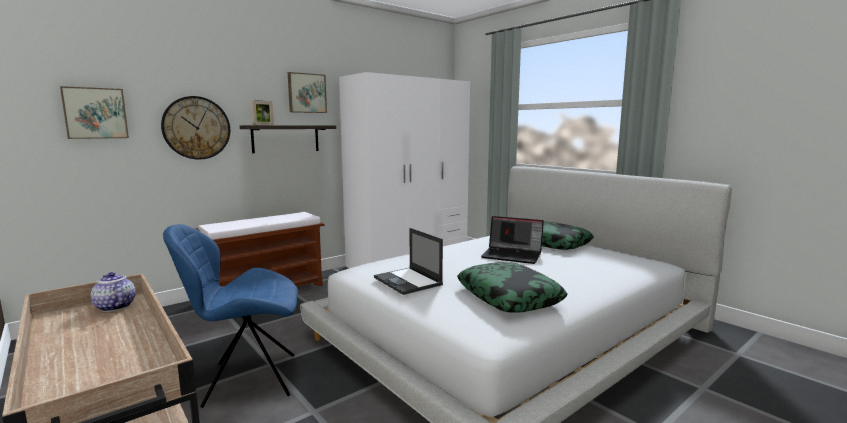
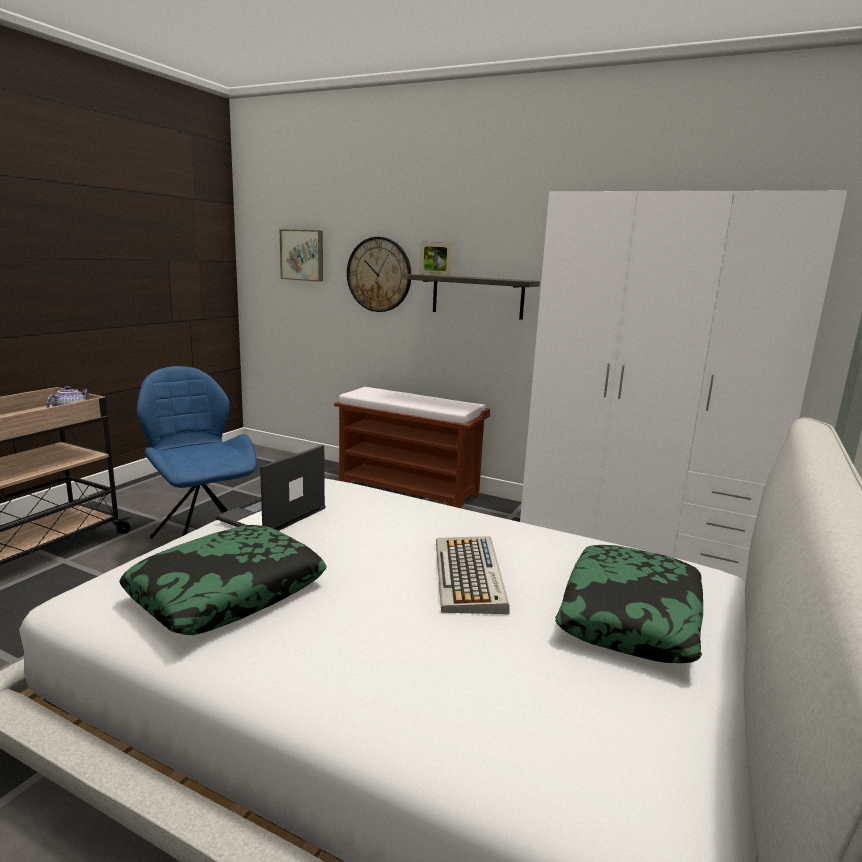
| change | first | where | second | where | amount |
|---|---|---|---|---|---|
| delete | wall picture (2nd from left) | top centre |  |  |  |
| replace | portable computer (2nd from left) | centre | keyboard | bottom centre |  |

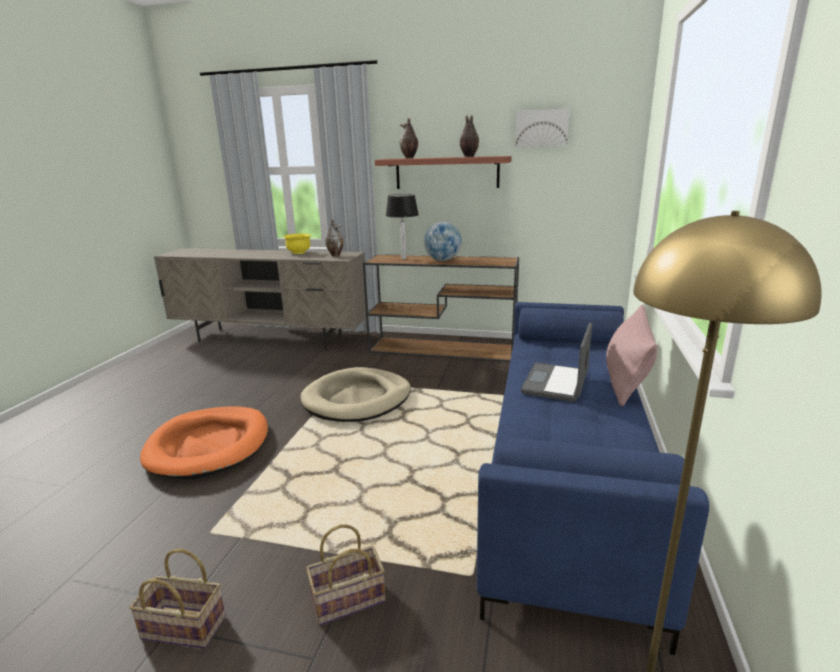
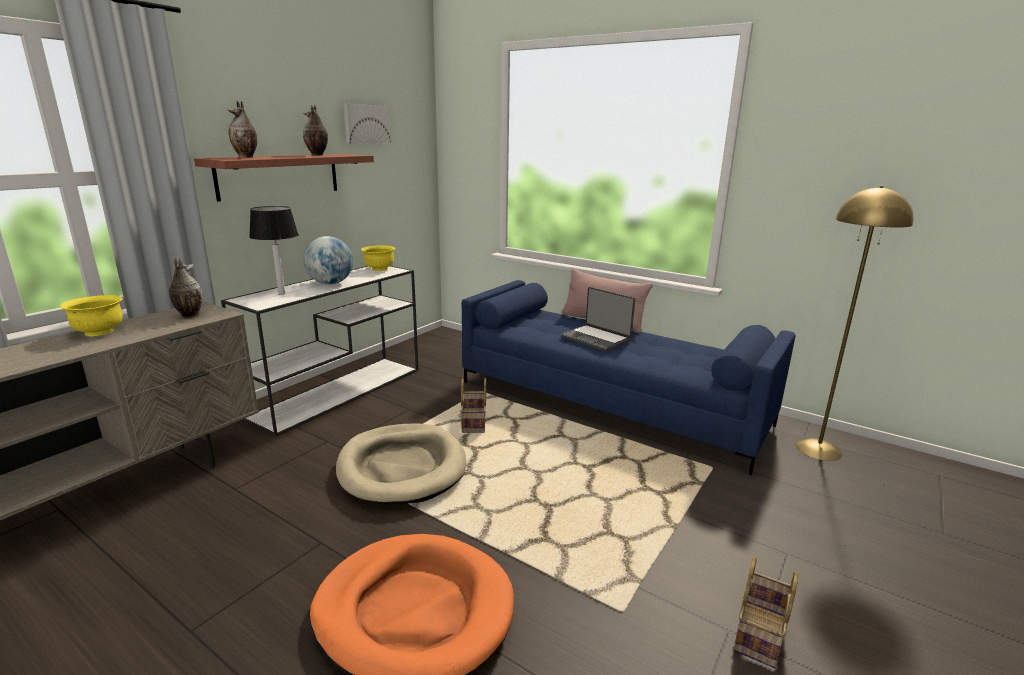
| change | first | where | second | where | amount |
|---|---|---|---|---|---|
| insert |  |  | yellowish bowl (2nd from left) | centre |  |
| move | basket (2nd from left in the first image) | bottom centre | basket (1st from left) | centre |  |
| recolor | brown-coloured narrow table | centre | white narrow table | middle left |  |

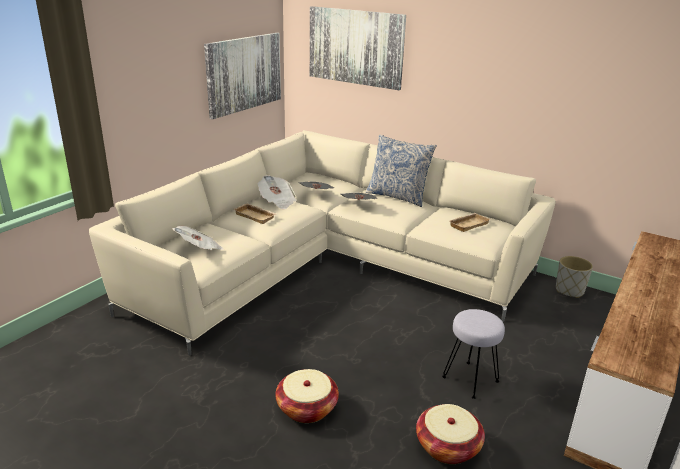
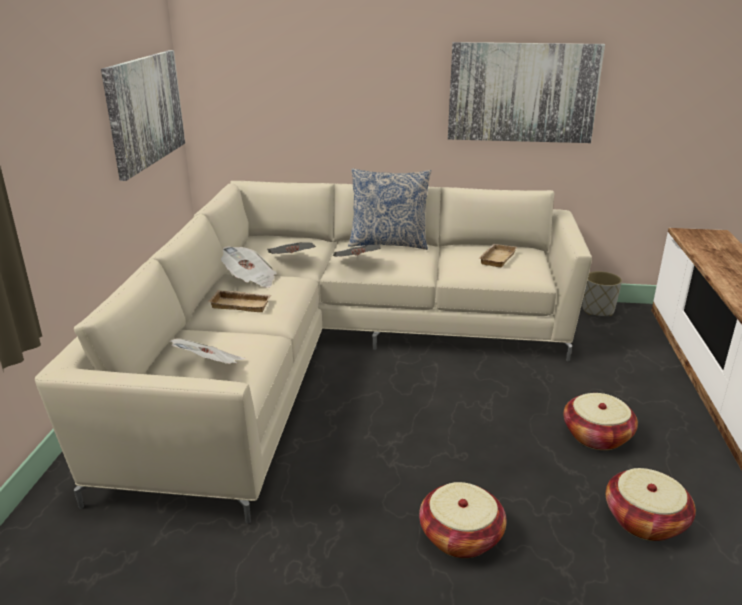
| change | first | where | second | where | amount |
|---|---|---|---|---|---|
| move | wall picture (2nd from left) | top centre |  | top right |  |
| replace | greyish stool seat | bottom right | basket (2nd from left) | bottom right |  |

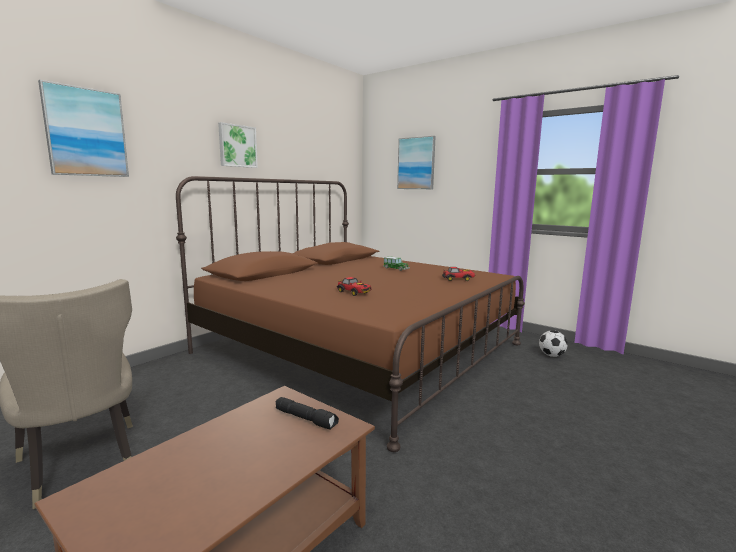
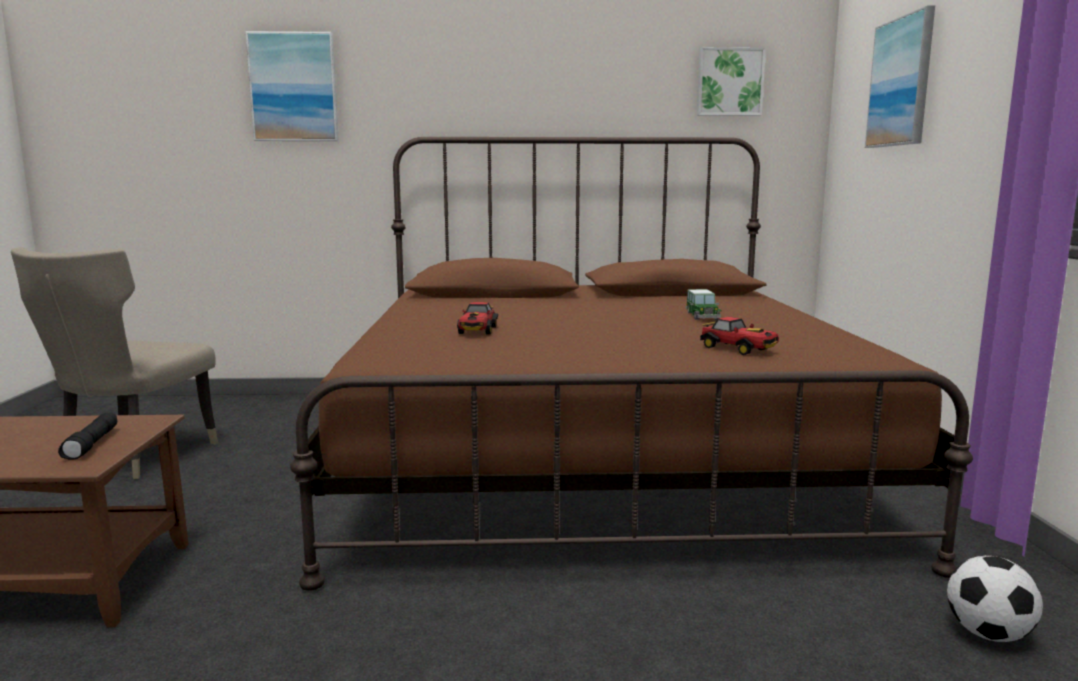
| change | first | where | second | where | amount |
|---|---|---|---|---|---|
| move | wall picture (2nd from left) | top left |  | top right |  |

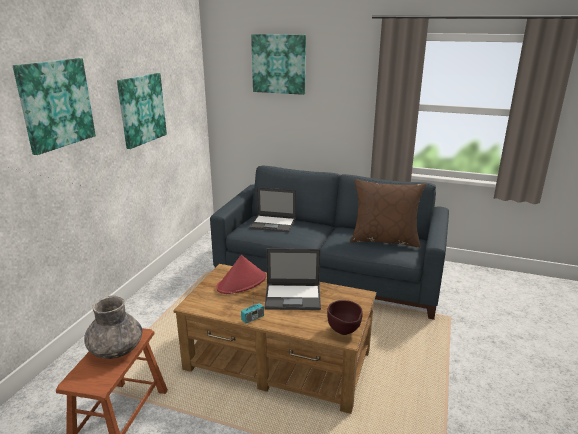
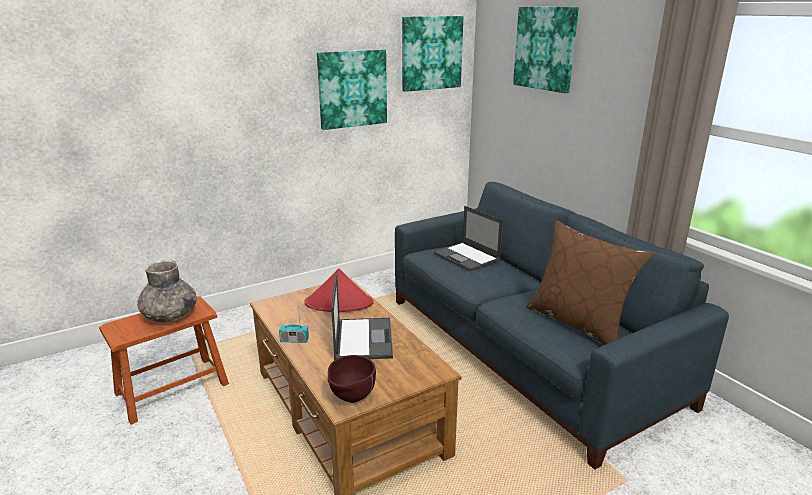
| change | first | where | second | where | amount |
|---|---|---|---|---|---|
| move | wall picture (1st from left in the first image) | top left | wall picture (2nd from left) | top centre |  |
| rotate | portable computer (2nd from left in the first image) | centre | portable computer (1st from left) | centre | 135 degrees counterclockwise |

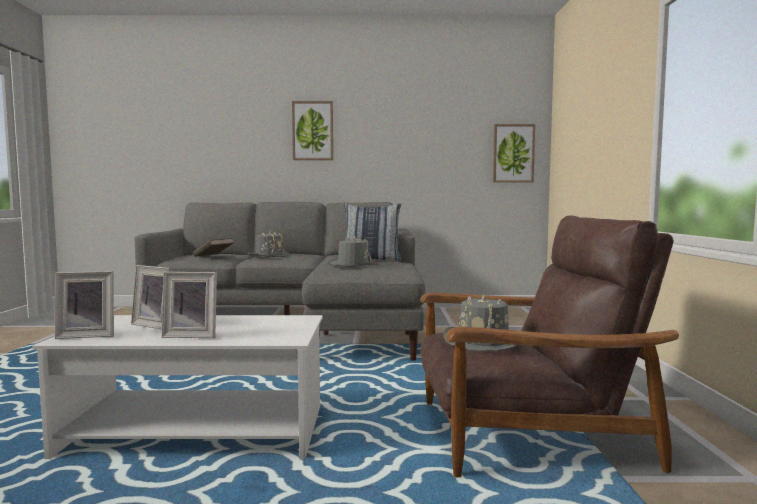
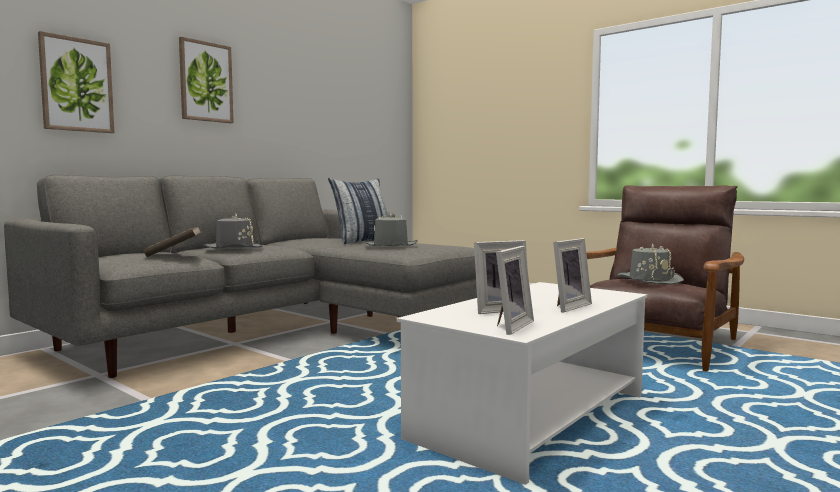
| change | first | where | second | where | amount |
|---|---|---|---|---|---|
| move | wall picture (2nd from left in the first image) | top right | wall picture (1st from left) | top left |  |

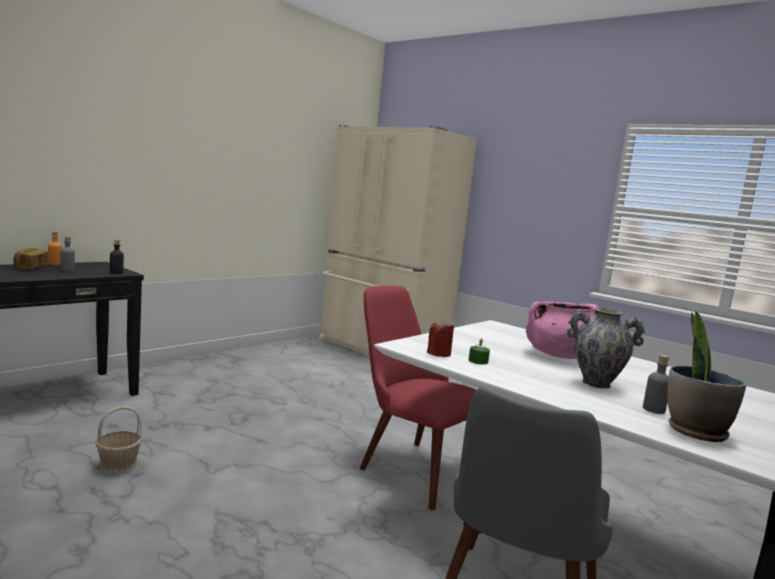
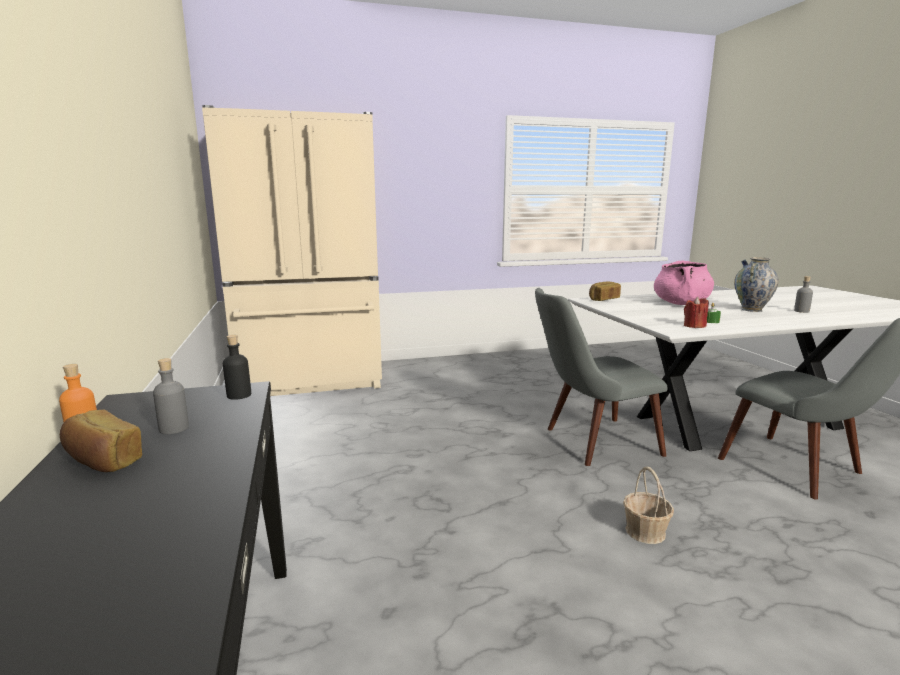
| change | first | where | second | where | amount |
|---|---|---|---|---|---|
| delete | potted plant | middle right |  |  |  |
| insert |  |  | baked bread (2nd from left) | middle right |  |
| move | basket | bottom left |  | bottom right |  |
| recolor | reddish upright chair | bottom centre | greyish upright chair (1st from left) | middle right |  |

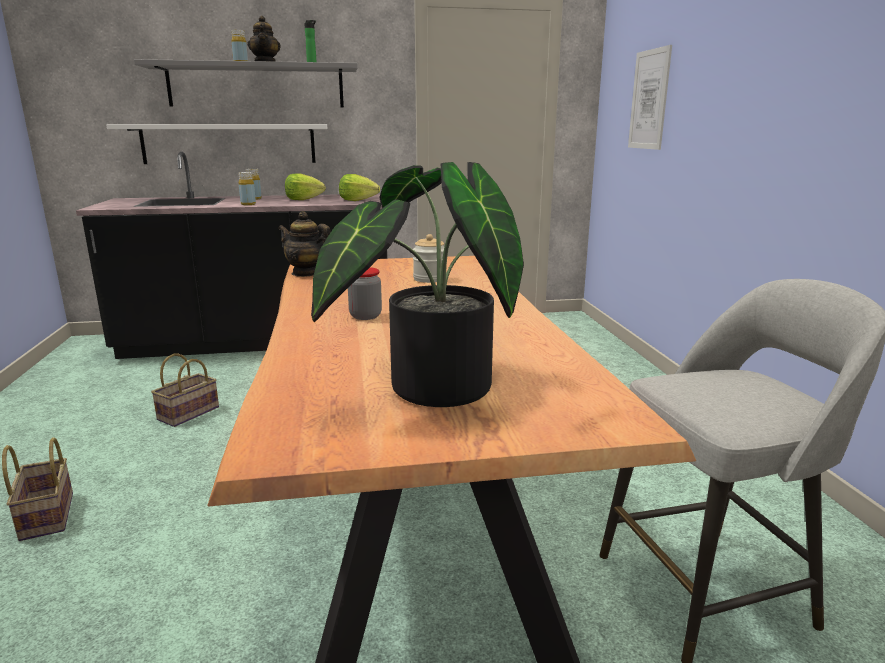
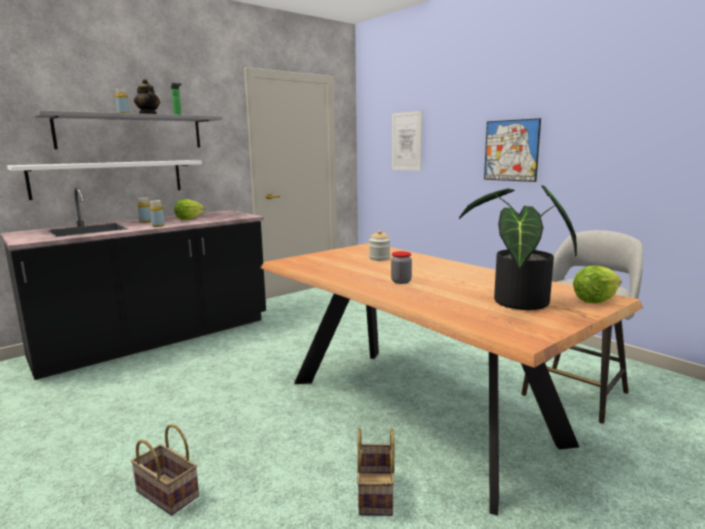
| change | first | where | second | where | amount |
|---|---|---|---|---|---|
| delete | teapot (2nd from left) | centre |  |  |  |
| insert |  |  | wall picture (2nd from left) | top right |  |
| move | basket (2nd from left) | middle left |  | bottom centre |  |
| move | lettuce (2nd from left) | top centre |  | middle right |  |

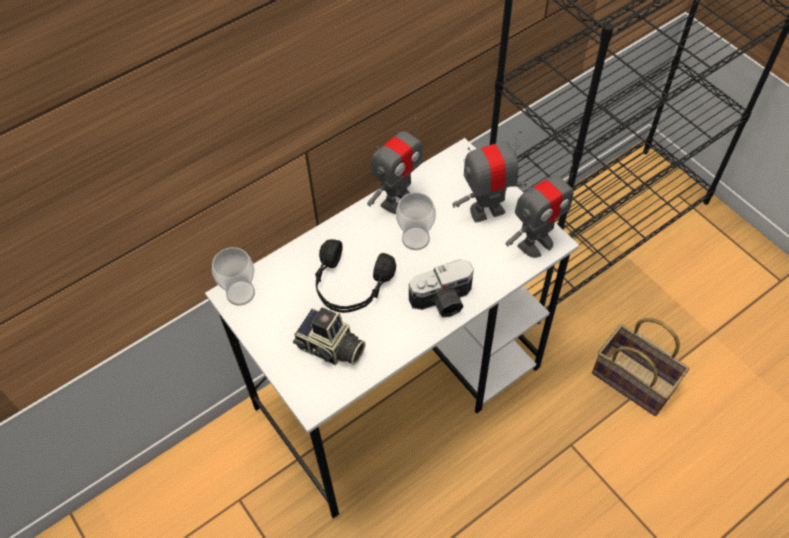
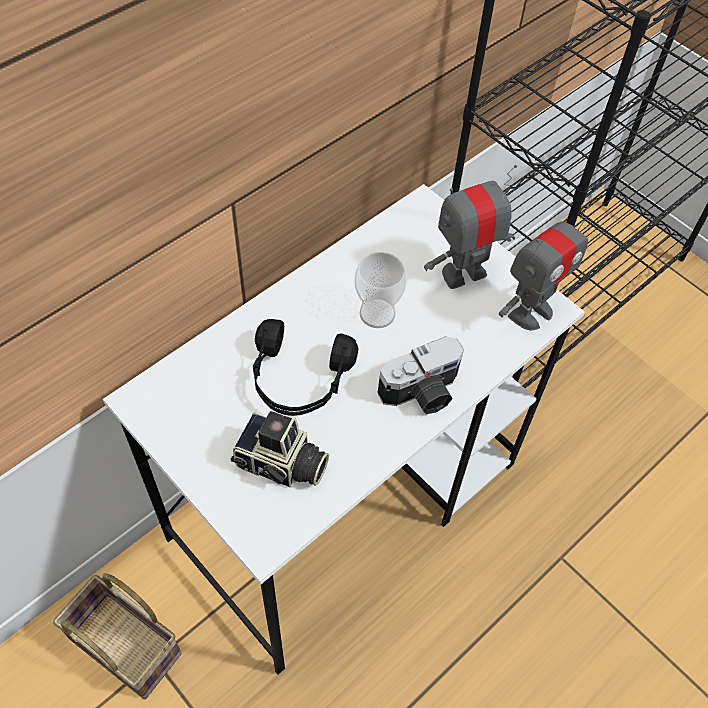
| change | first | where | second | where | amount |
|---|---|---|---|---|---|
| delete | small cup (1st from left) | middle left |  |  |  |
| delete | model robot (1st from left) | top centre |  |  |  |
| move | basket | bottom right |  | bottom left |  |

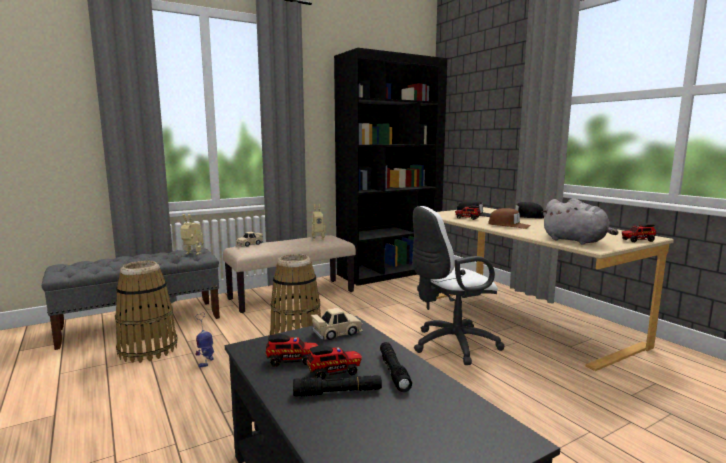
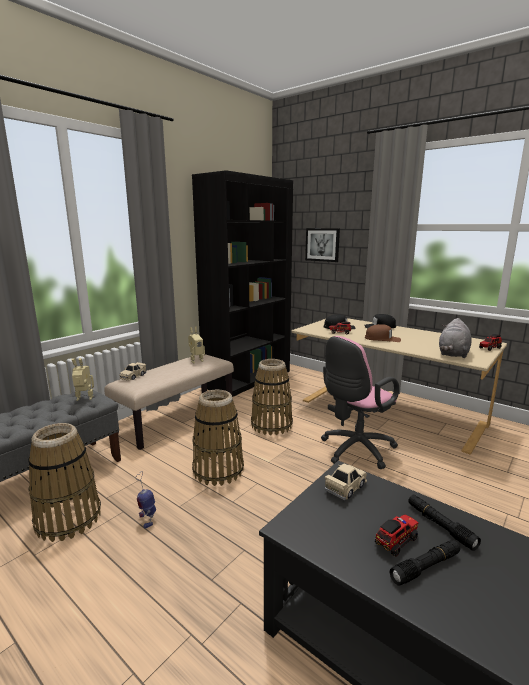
| change | first | where | second | where | amount |
|---|---|---|---|---|---|
| delete | model truck (1st from left) | bottom centre |  |  |  |
| insert |  |  | basket (3rd from left) | centre |  |
| insert |  |  | wall picture | centre |  |
| recolor | white computer chair | centre | pinkish computer chair | middle right |  |
| rotate | greyish plush toy | middle right |  | middle right | 90 degrees clockwise |

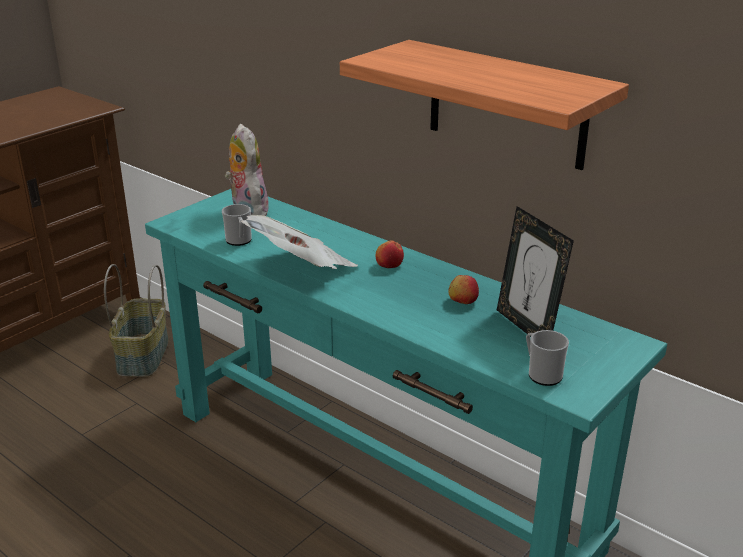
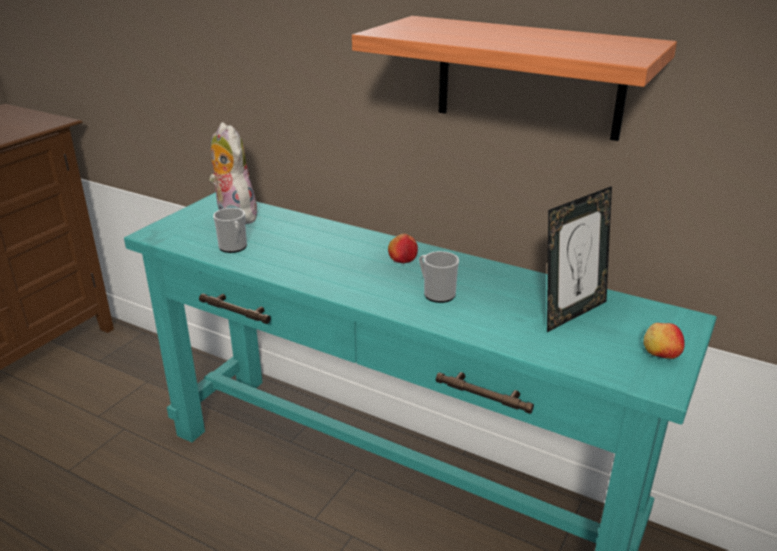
| change | first | where | second | where | amount |
|---|---|---|---|---|---|
| delete | basket | middle left |  |  |  |
| delete | daily paper | centre |  |  |  |
| move | whole apple (2nd from left) | centre |  | middle right |  |
| move | mug (2nd from left) | middle right |  | centre |  |
| rotate | picture frame | middle right |  | middle right | 90 degrees counterclockwise |

